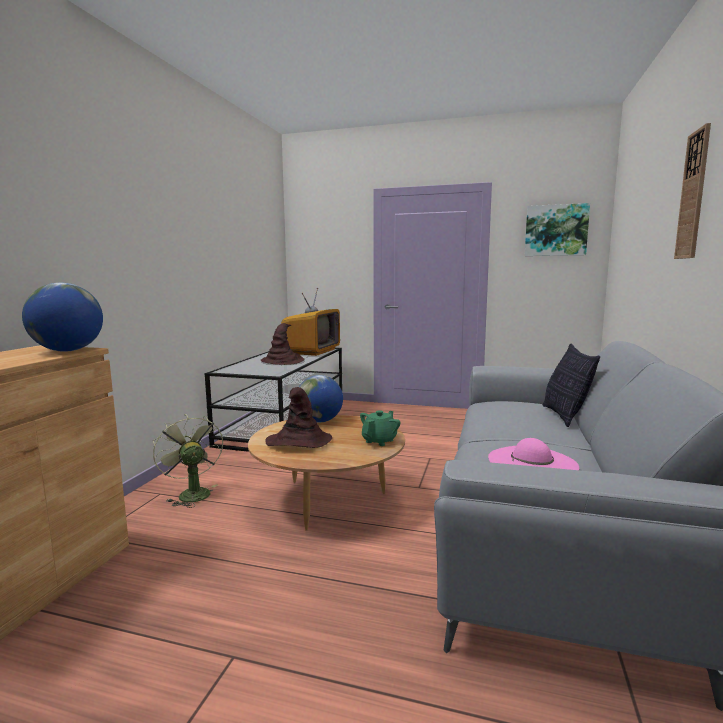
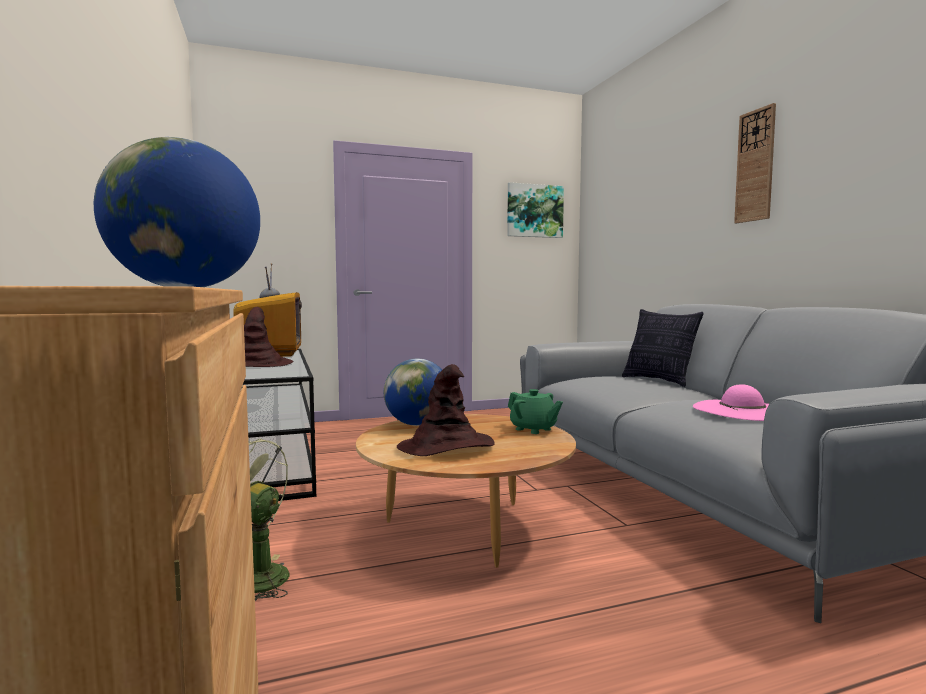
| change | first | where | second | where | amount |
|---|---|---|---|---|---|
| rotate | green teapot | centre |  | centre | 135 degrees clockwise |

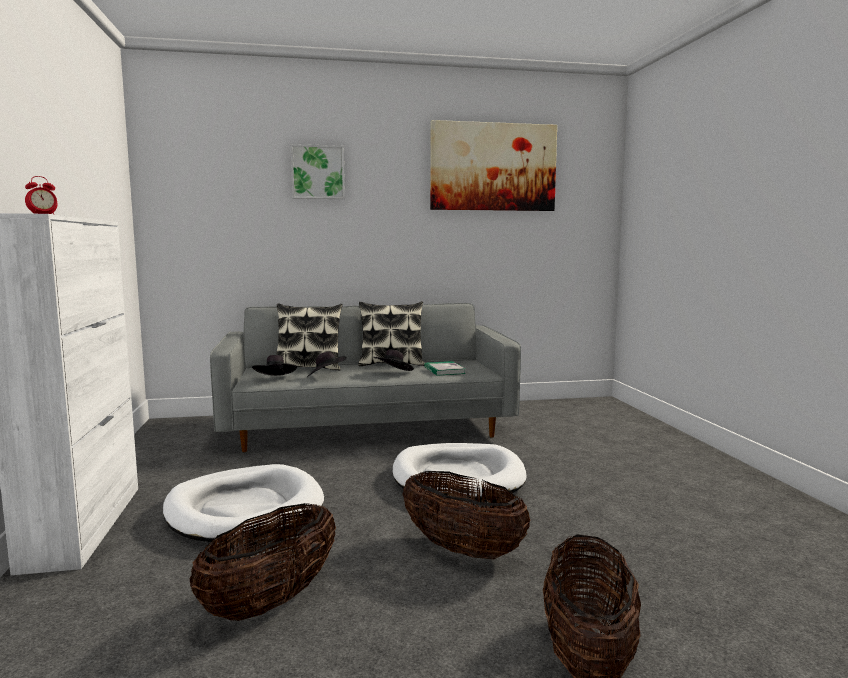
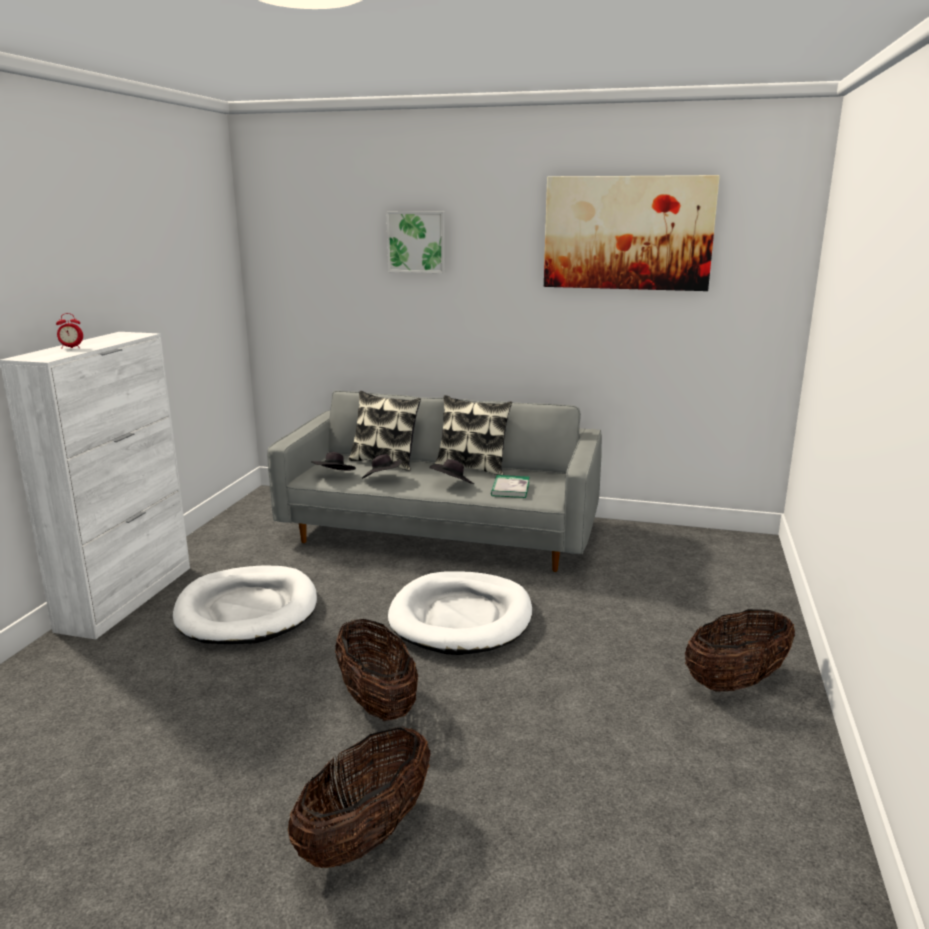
| change | first | where | second | where | amount |
|---|---|---|---|---|---|
| move | basket (1st from left in the first image) | bottom left | basket (3rd from left) | bottom right |  |

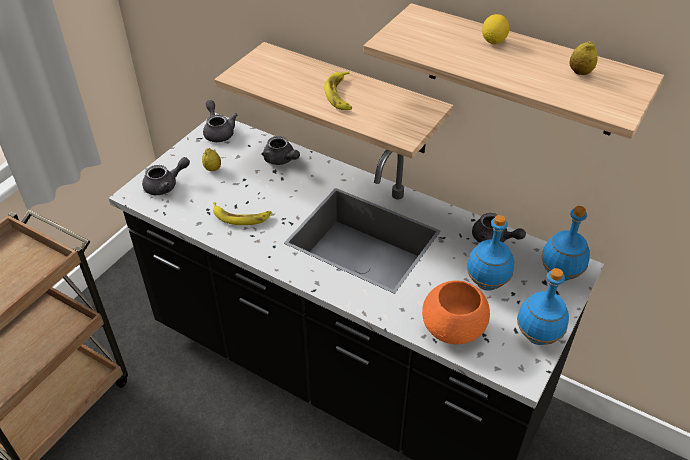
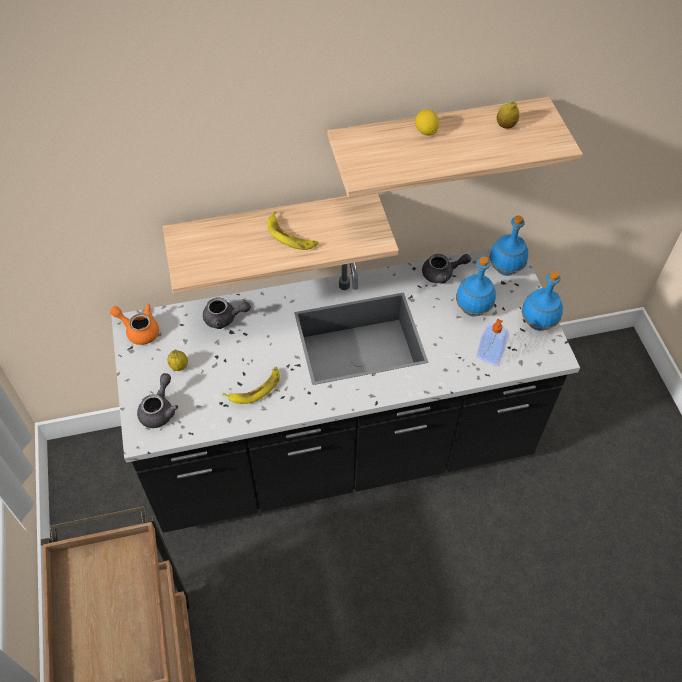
| change | first | where | second | where | amount |
|---|---|---|---|---|---|
| replace | orange-coloured bowl | bottom centre | soap bottle | middle right |  |
| recolor | greyish teapot (2nd from left) | top left | orange-coloured teapot | middle left |  |

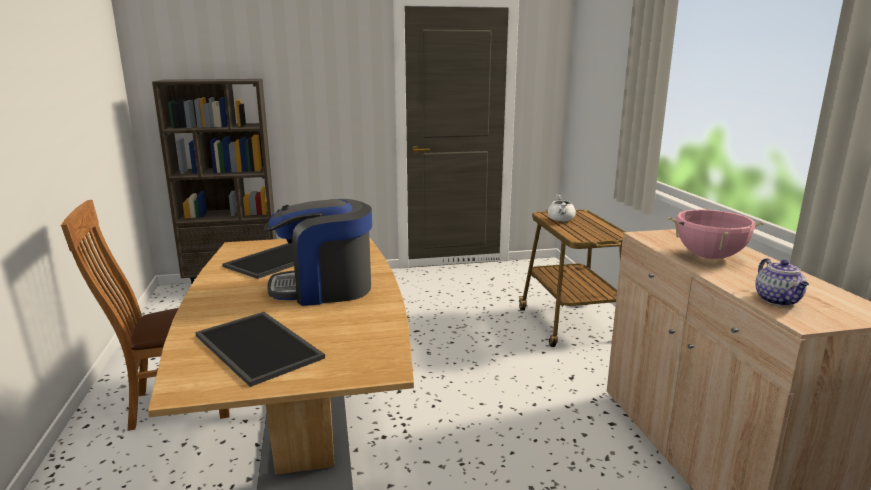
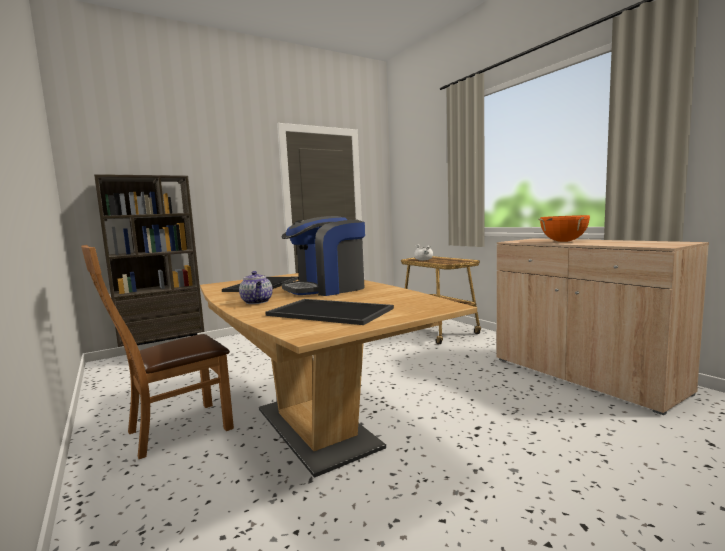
| change | first | where | second | where | amount |
|---|---|---|---|---|---|
| move | teapot | middle right |  | centre |  |
| recolor | pinkish stockpot | middle right | orange-coloured stockpot | middle right |  |

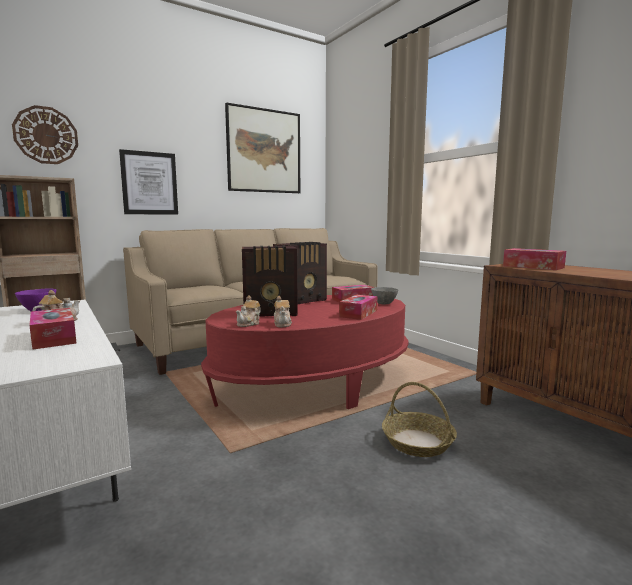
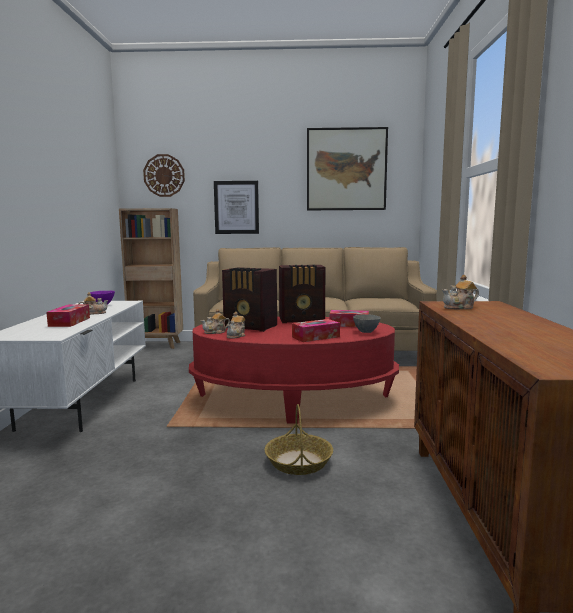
| change | first | where | second | where | amount |
|---|---|---|---|---|---|
| replace | tissue holder (4th from left) | middle right | teapot (4th from left) | middle right |  |

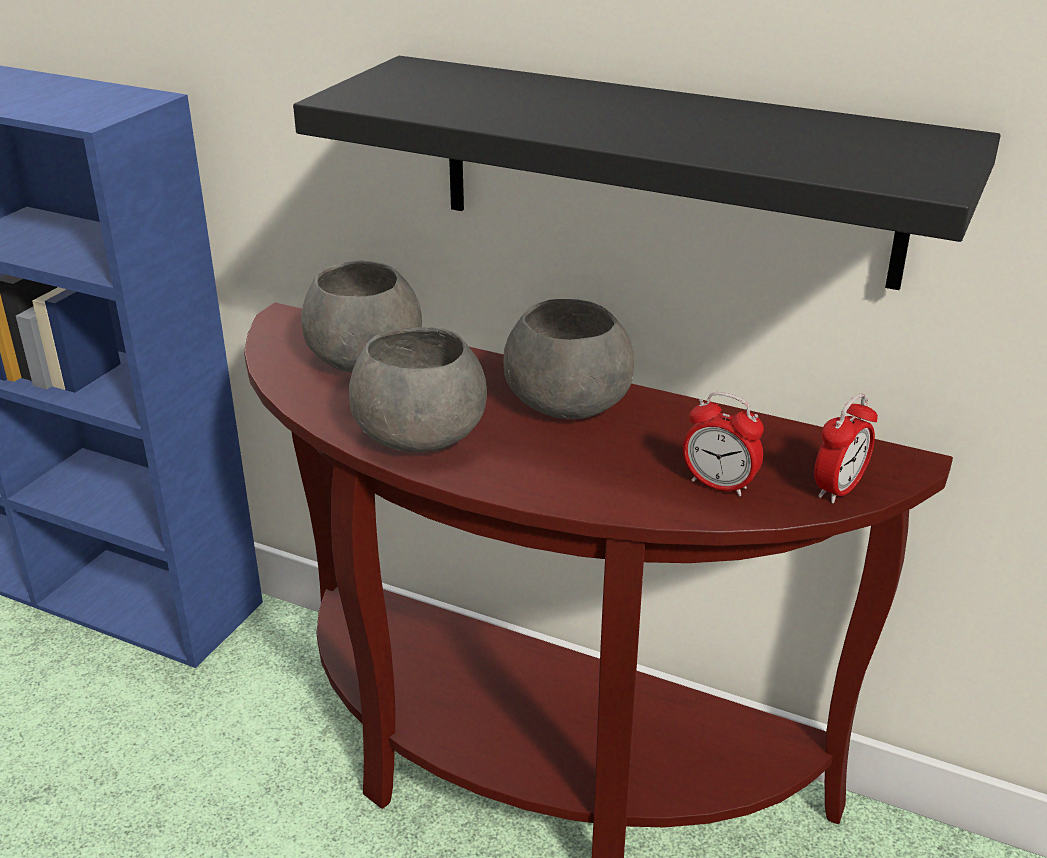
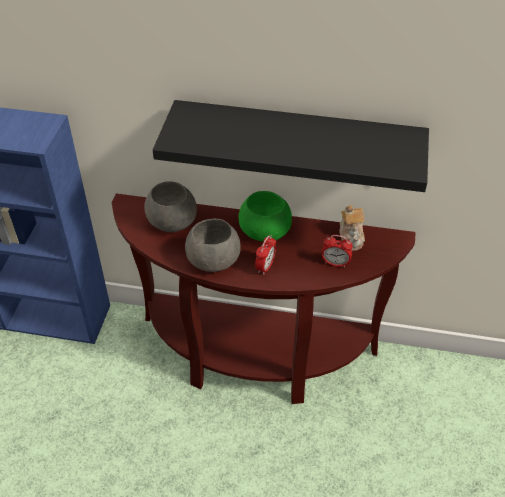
| change | first | where | second | where | amount |
|---|---|---|---|---|---|
| insert |  |  | teapot | middle right |  |
| move | table clock (2nd from left in the first image) | middle right | table clock (1st from left) | centre |  |
| recolor | greyish bowl (3rd from left) | centre | green bowl | centre |  |

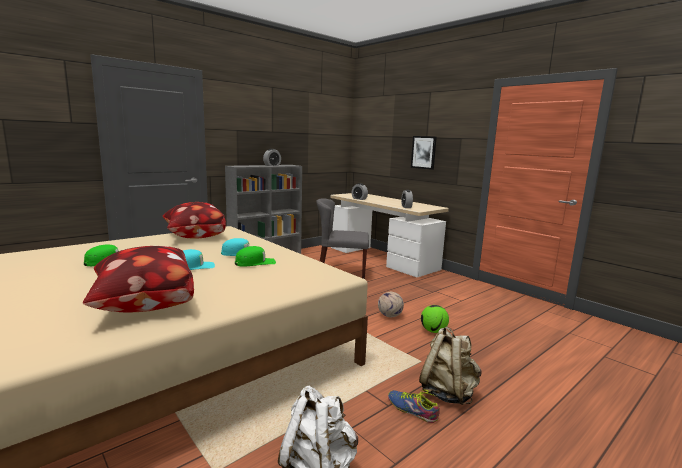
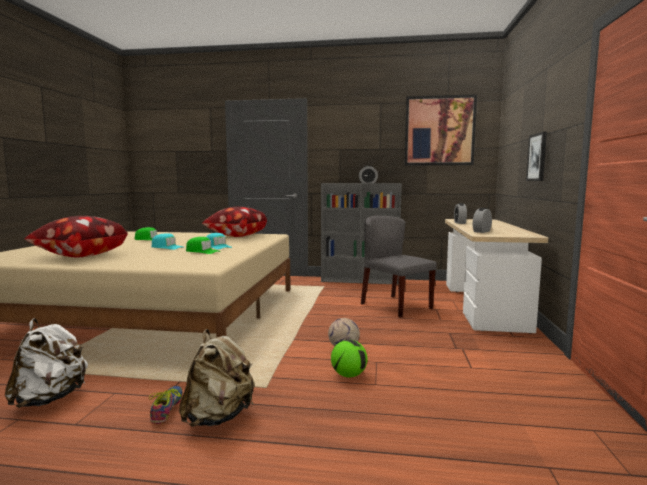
| change | first | where | second | where | amount |
|---|---|---|---|---|---|
| insert |  |  | wall picture (1st from left) | top right |  |

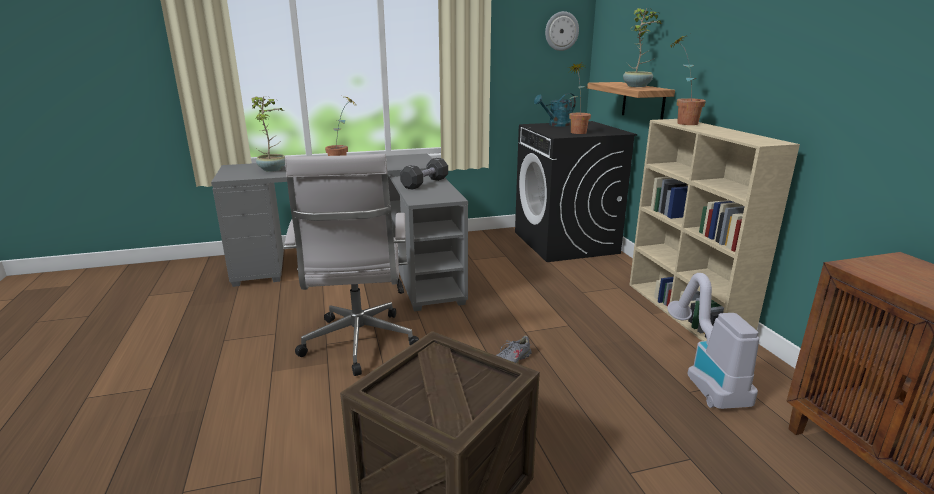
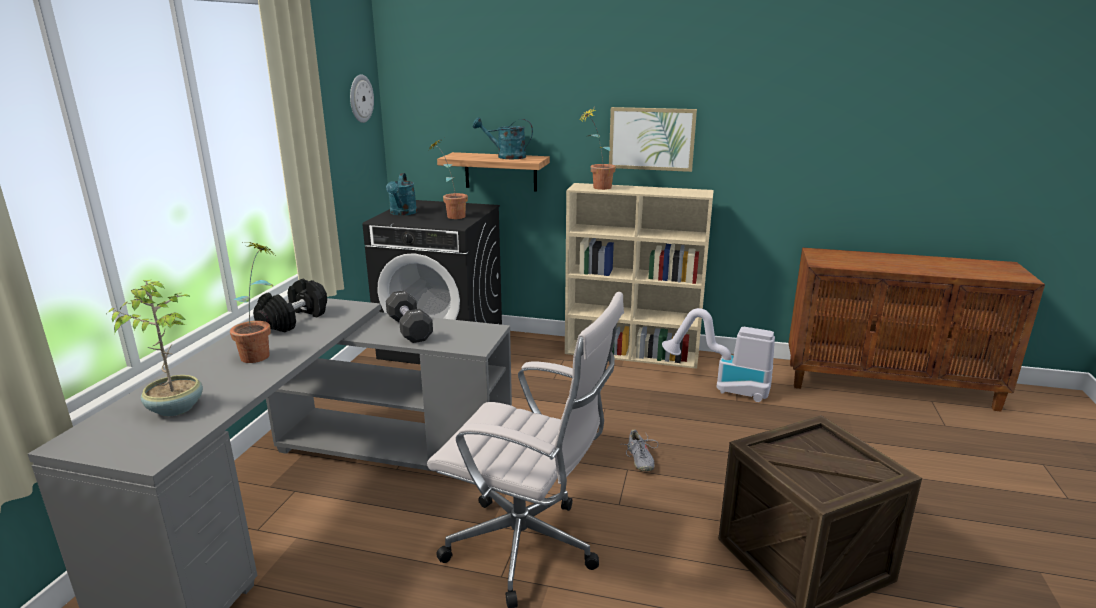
| change | first | where | second | where | amount |
|---|---|---|---|---|---|
| insert |  |  | blackish dumbbell (1st from left) | middle left |  |
| insert |  |  | wall picture | top centre |  |
| replace | potted plant (4th from left) | top right | blue-green watering pot (2nd from left) | top centre |  |

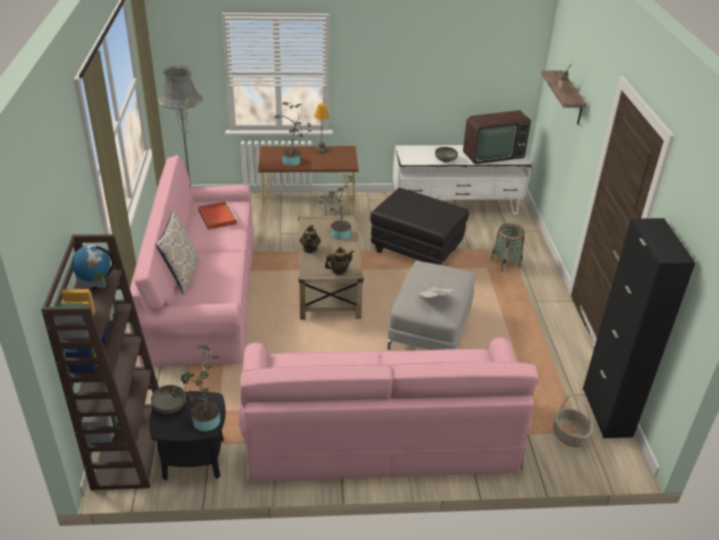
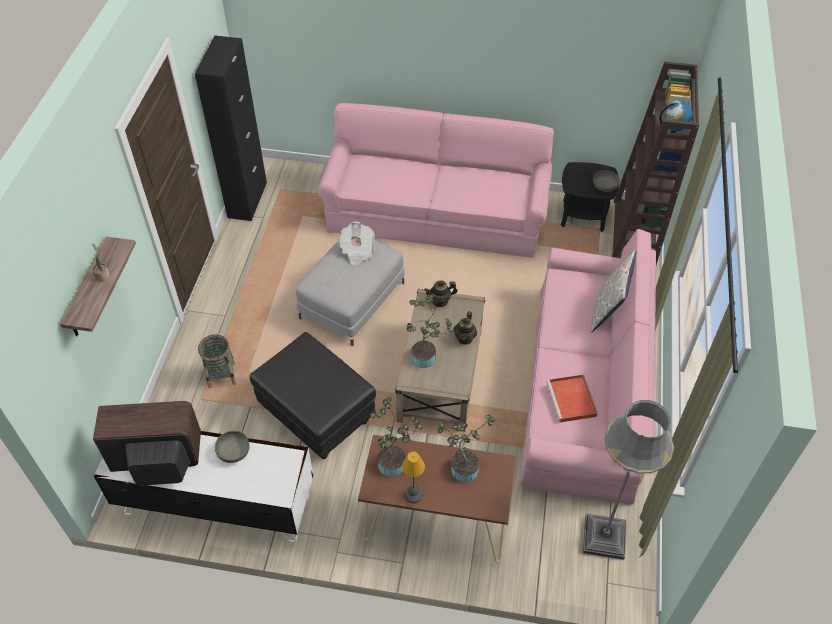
| change | first | where | second | where | amount |
|---|---|---|---|---|---|
| delete | basket (2nd from left) | bottom right |  |  |  |
| move | potted plant (1st from left in the first image) | bottom left | potted plant (2nd from left) | bottom centre |  |

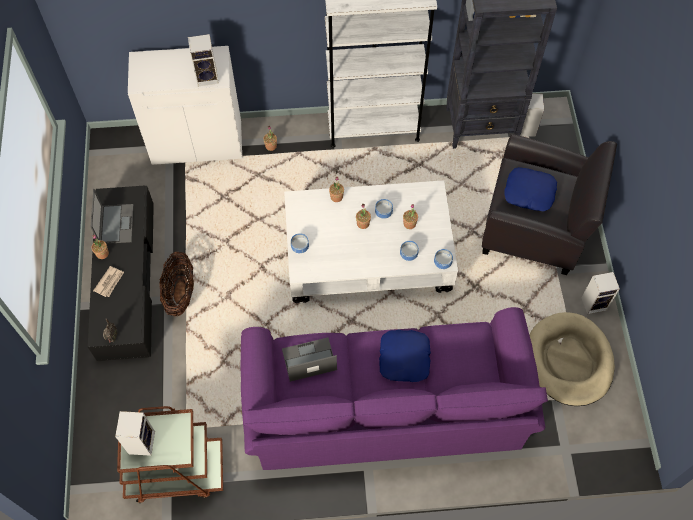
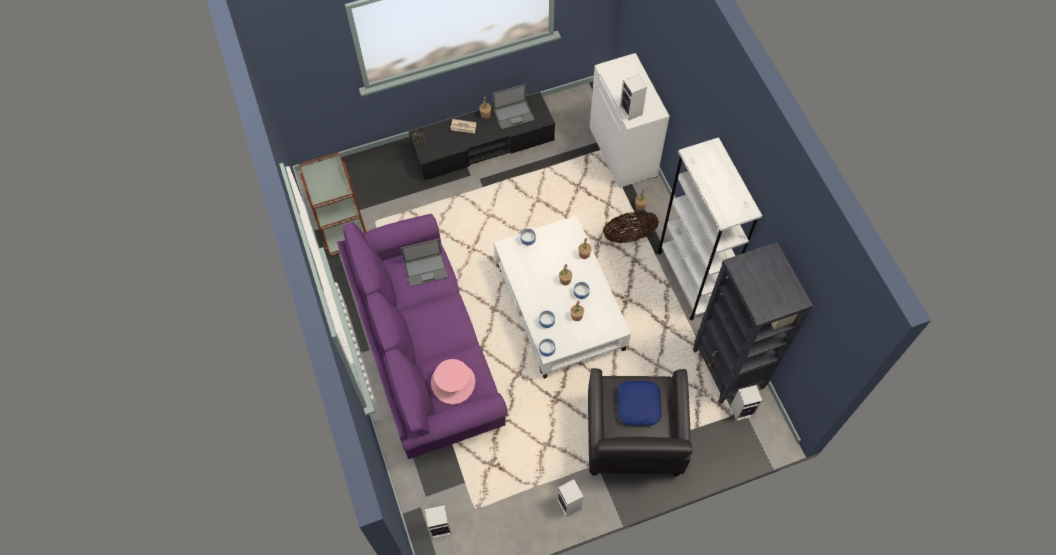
| change | first | where | second | where | amount |
|---|---|---|---|---|---|
| delete | blue-coloured throw pillow (1st from left) | bottom centre |  |  |  |
| delete | beige-coloured pet bed | bottom right |  |  |  |
| insert |  |  | pinkish hat | bottom centre |  |
| move | audio speaker (1st from left) | bottom left |  | bottom centre |  |
| move | basket | middle left |  | centre |  |
| rotate | portable computer (2nd from left in the first image) | bottom centre | portable computer (1st from left) | centre | 105 degrees clockwise |

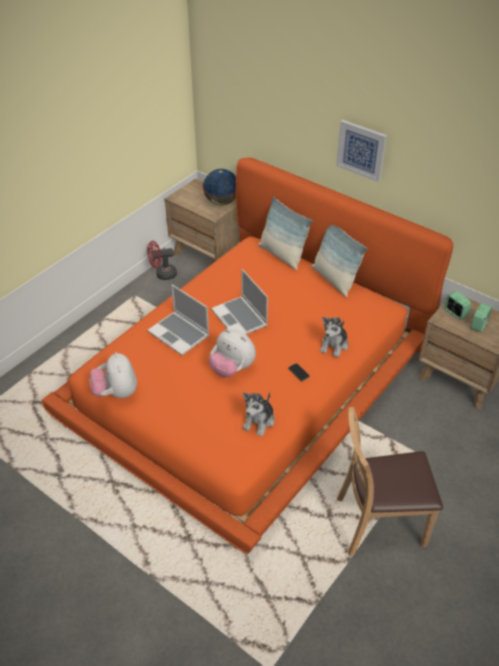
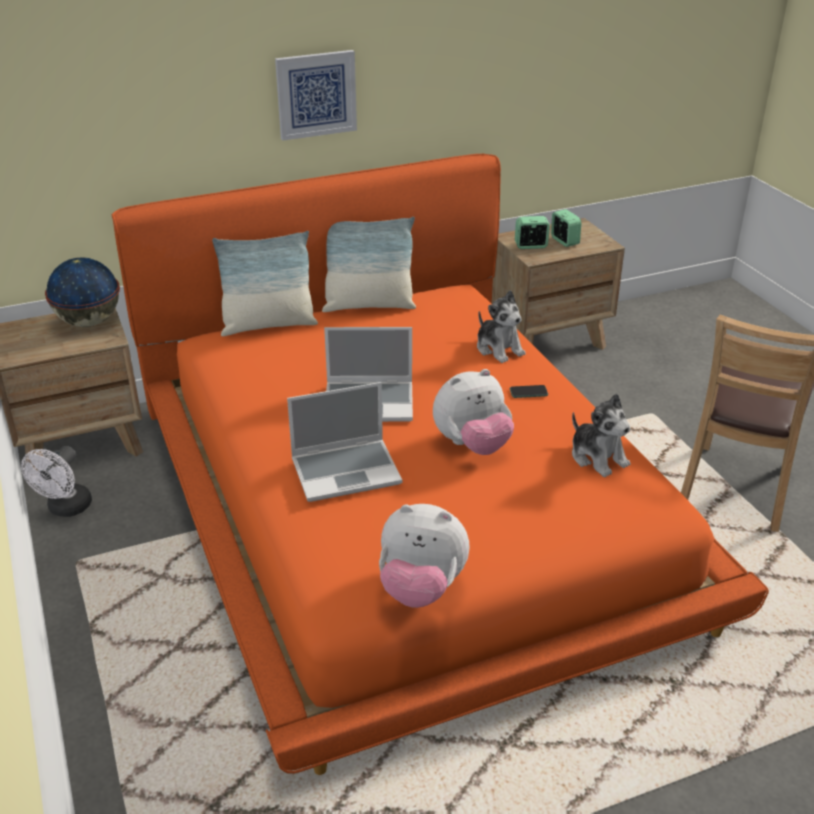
| change | first | where | second | where | amount |
|---|---|---|---|---|---|
| recolor | reddish electric fan | middle left | white electric fan | middle left |  |

